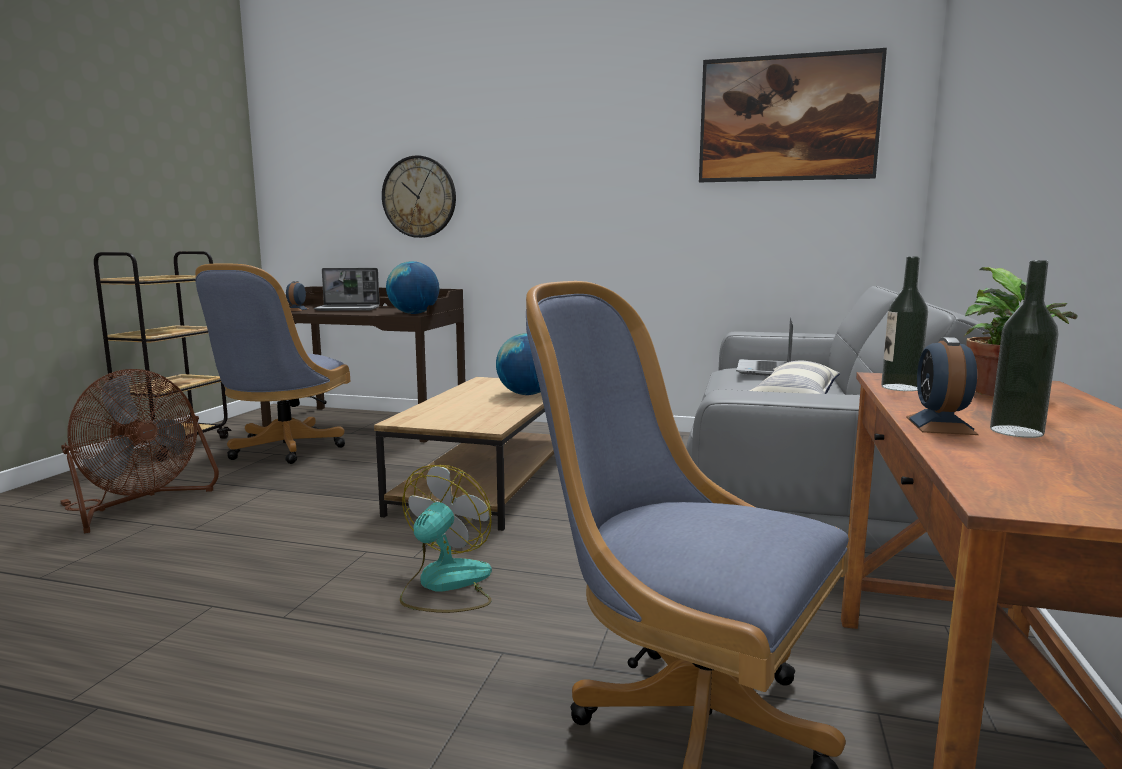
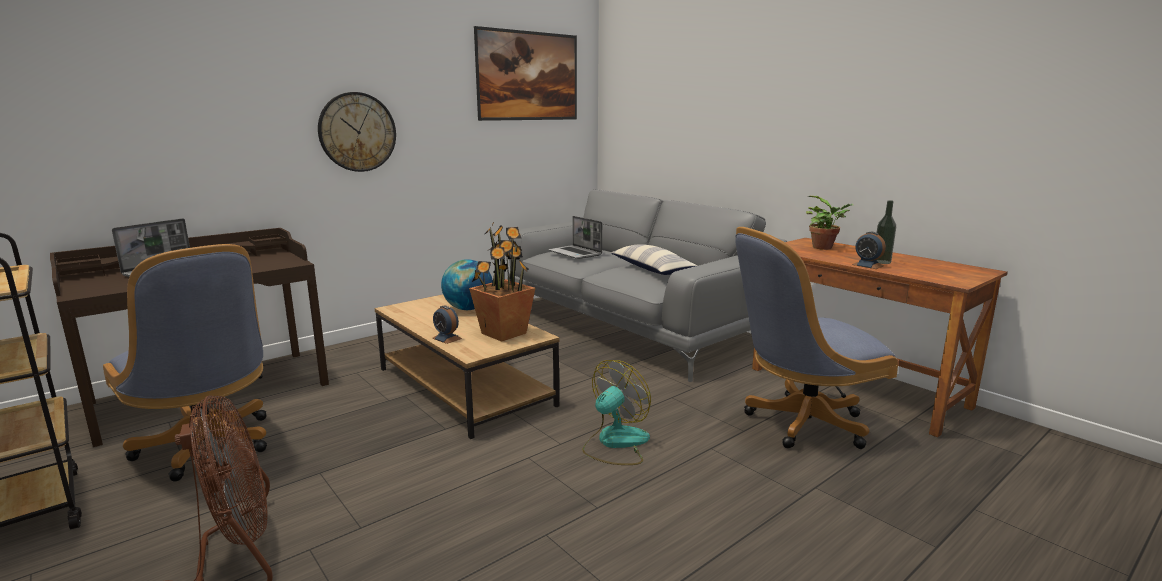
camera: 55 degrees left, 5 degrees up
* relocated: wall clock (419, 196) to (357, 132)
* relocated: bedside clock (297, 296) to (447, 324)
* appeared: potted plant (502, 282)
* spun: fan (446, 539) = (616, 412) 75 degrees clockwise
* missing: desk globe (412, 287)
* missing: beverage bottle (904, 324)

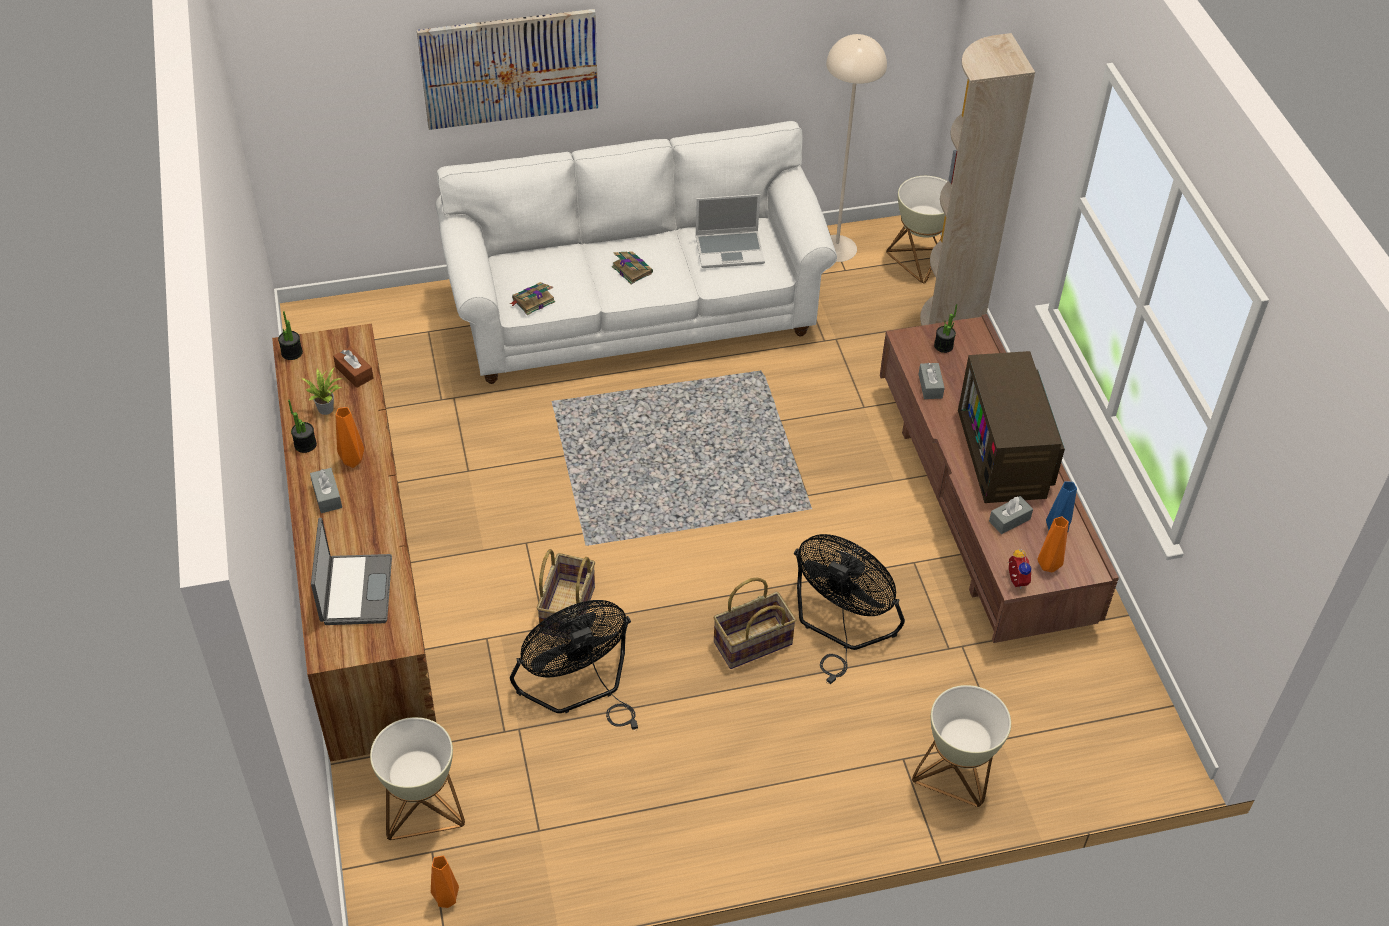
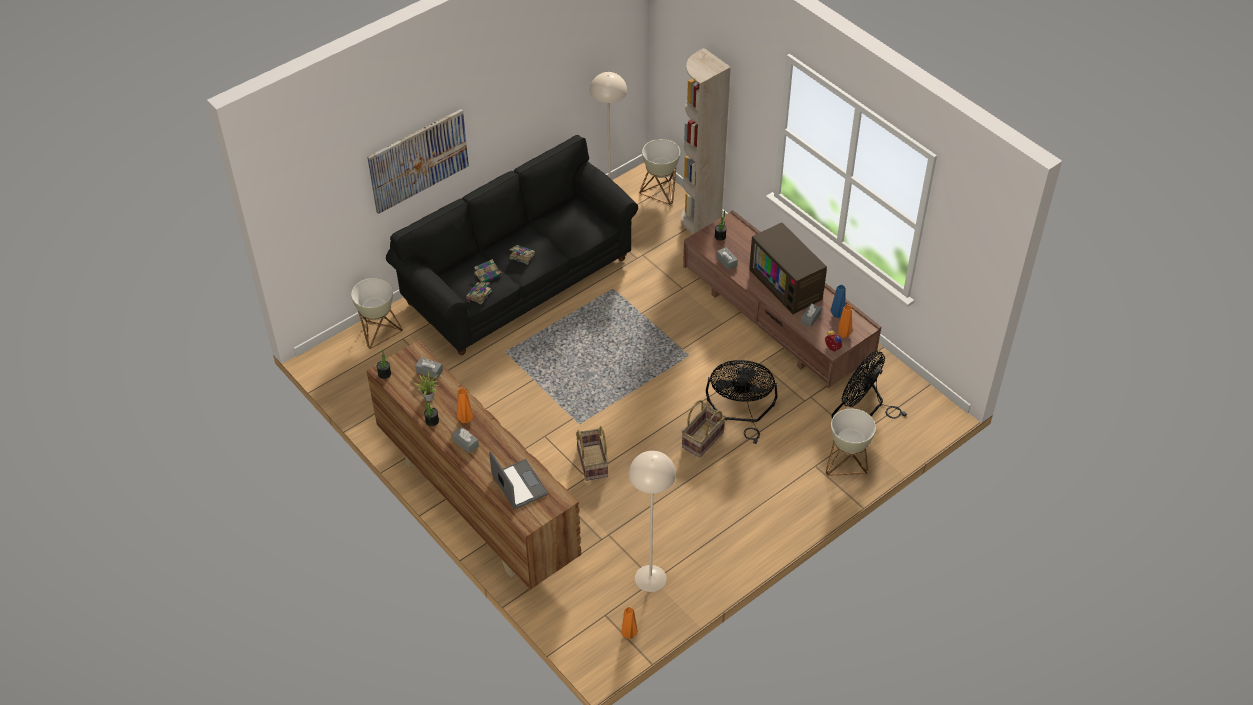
camera: 25 degrees left, 0 degrees up
* relocated: planter (417, 778) to (377, 313)
* colour: couch (white-coloured) (636, 252) to couch (black-coloured) (512, 245)
* colour: tissue holder (brown) (353, 367) to tissue holder (greyish) (429, 368)
* appeared: book (488, 270)
* appeared: floor lamp (beige-coloured) (652, 521)
* relocated: fan (black-coloured) (574, 665) to (869, 385)
* missing: laptop (730, 231)

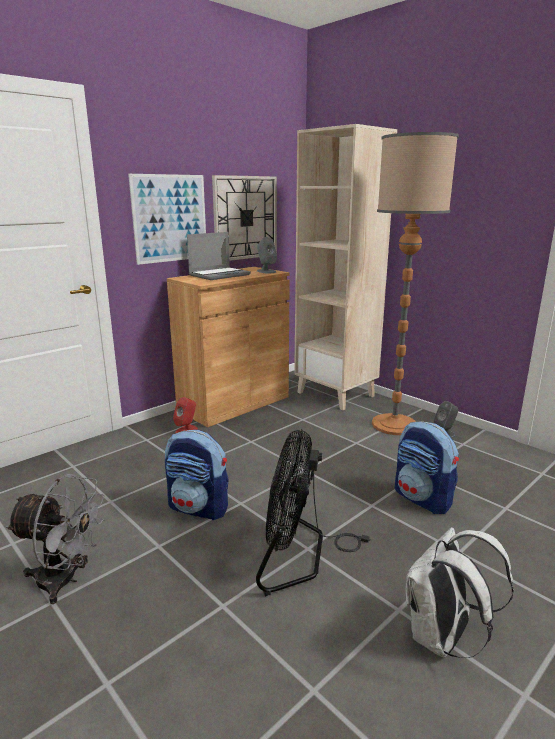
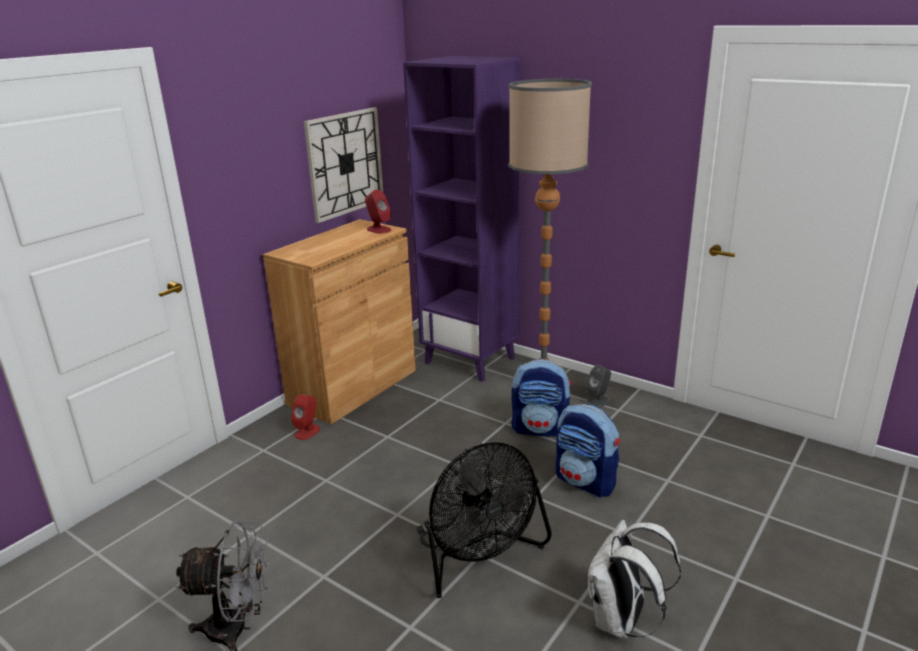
camera: 10 degrees left, 5 degrees up
* colour: loudspeaker (greyish) (267, 255) to loudspeaker (reddish) (378, 212)
* colour: bookshelf (beige-coloured) (345, 267) to bookshelf (purplish) (461, 219)
* spun: fan (black-coloured) (314, 513) = (484, 520) 120 degrees counterclockwise
* relocated: rucksack (197, 475) to (542, 397)
* missing: wall picture (167, 219)
* missing: laptop (219, 256)

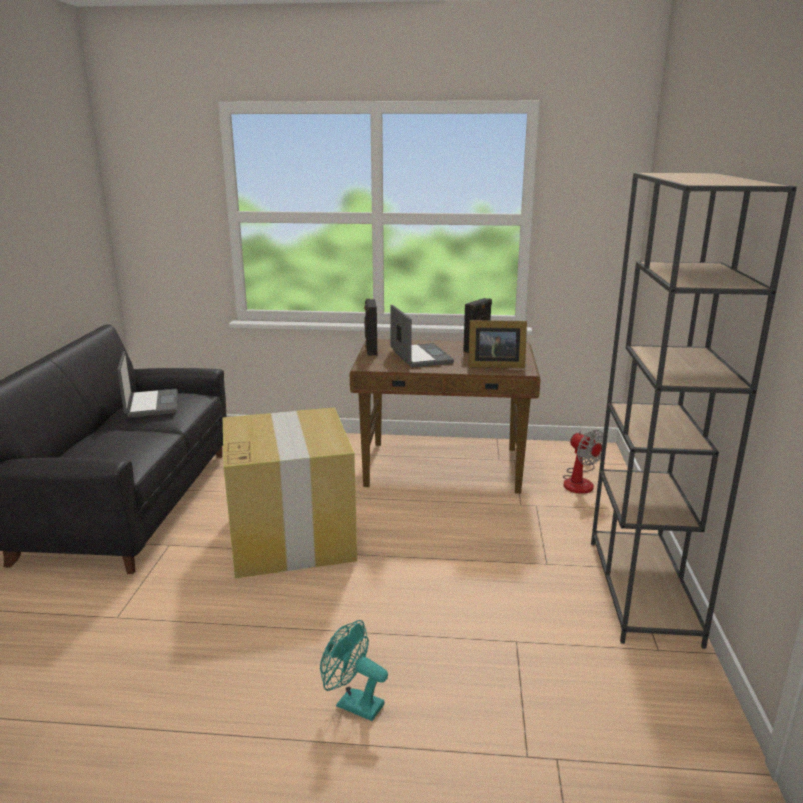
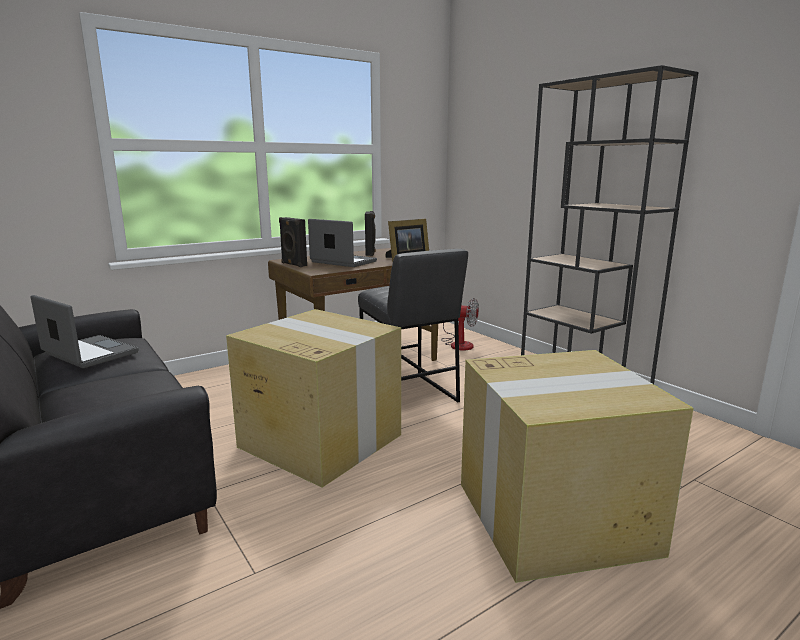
camera: 40 degrees left, 5 degrees down
* appeared: stool (greyish) (413, 326)
* exchanged: fan (turquoise-coloured) (354, 670) to cardboard box (577, 466)

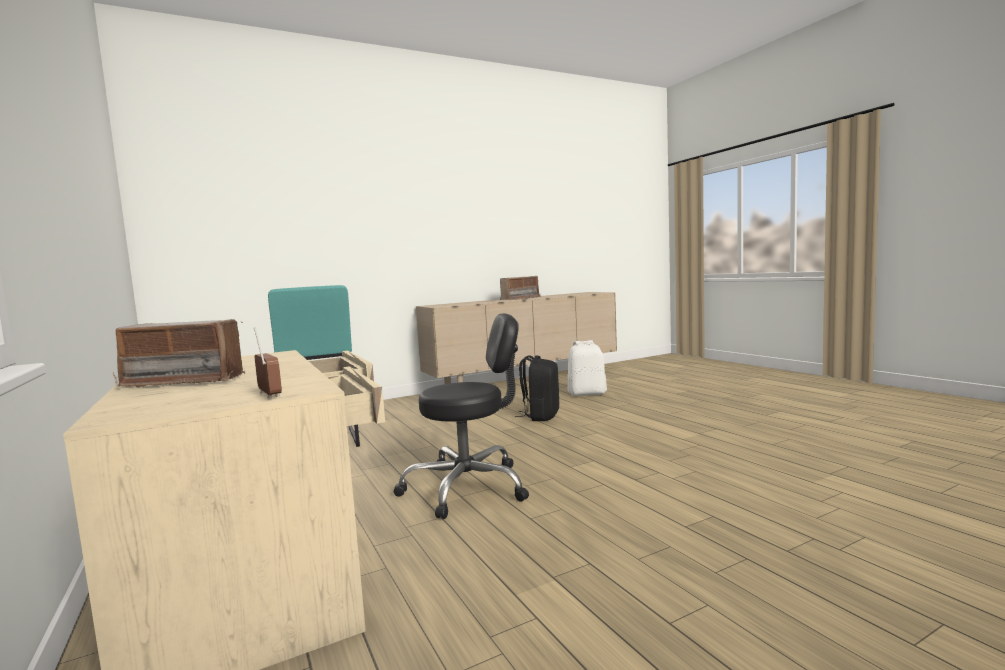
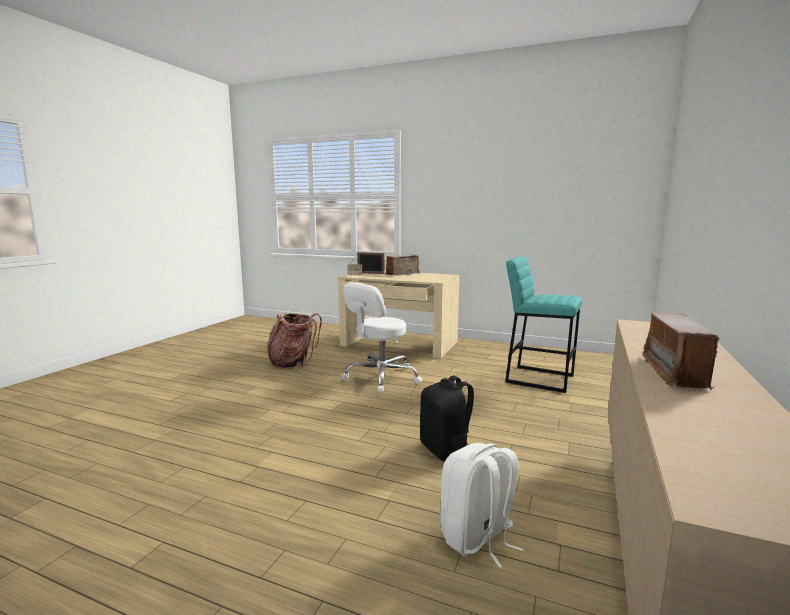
camera: 140 degrees right, 5 degrees up
* appeared: rucksack (294, 341)
* colour: computer chair (black-coloured) (461, 416) to computer chair (white-coloured) (381, 337)
* appeared: photo frame (371, 263)

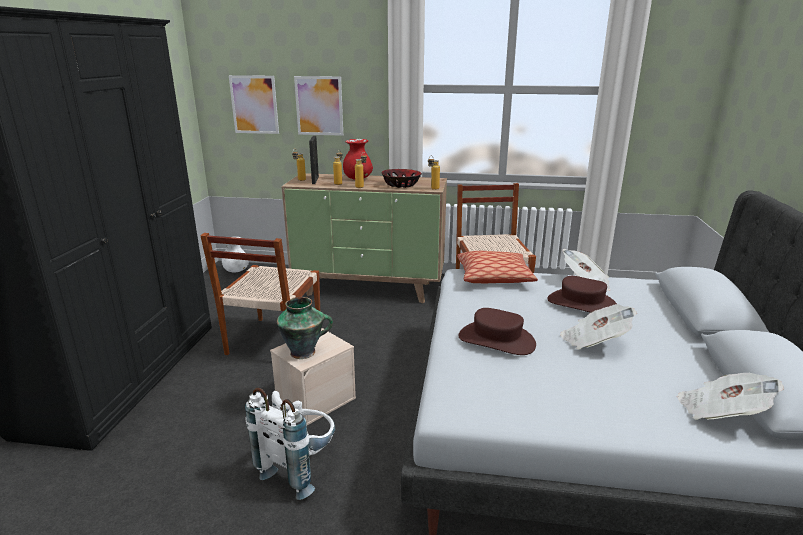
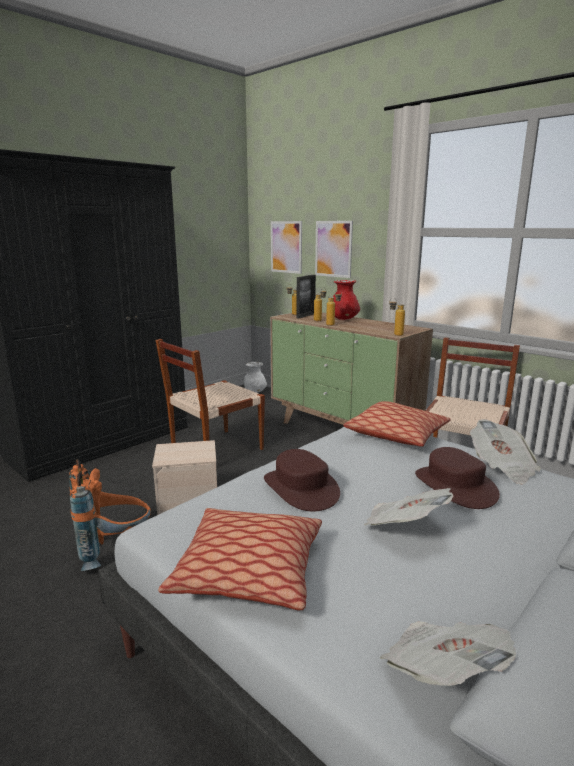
camera: 35 degrees right, 5 degrees down
* colour: rucksack (white-coloured) (290, 443) to rucksack (orangey) (110, 515)
* appeared: pillow (240, 559)
* missing: flower vase (305, 328)
* missing: serving bowl (401, 178)

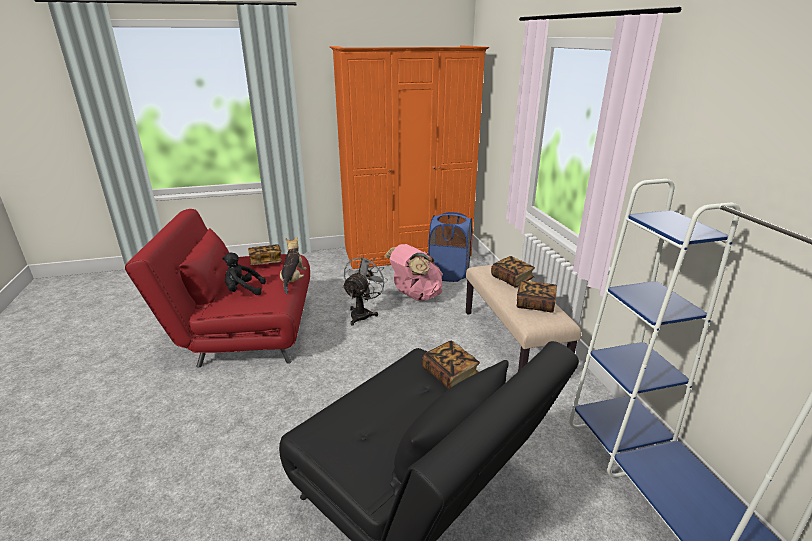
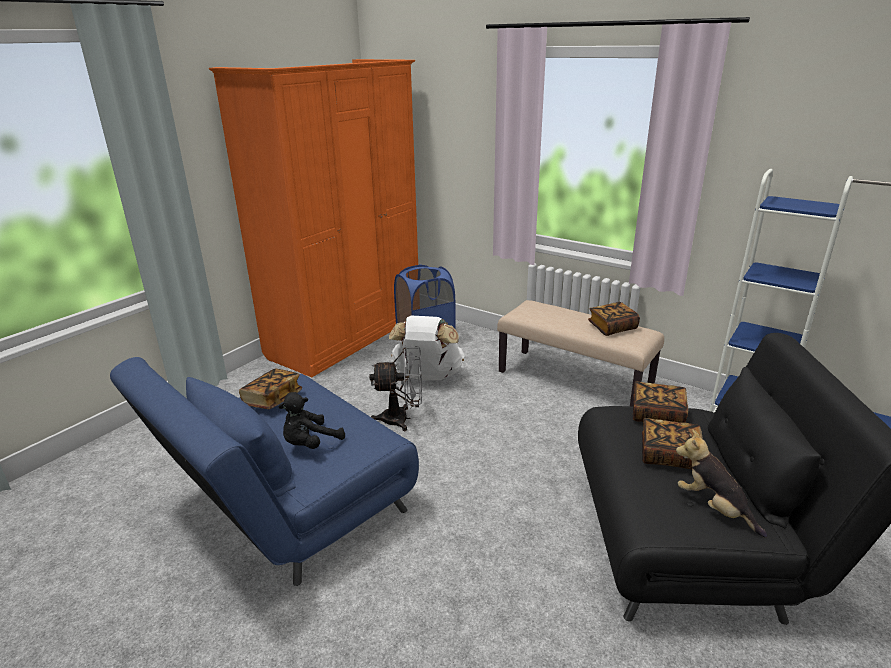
camera: 40 degrees left, 0 degrees up
* colour: lounge chair (reddish) (217, 288) to lounge chair (blue) (264, 471)
* spun: fan (greyish) (365, 290) = (395, 388) 105 degrees clockwise
* colour: rucksack (pink-coloured) (414, 272) to rucksack (white-coloured) (427, 348)
* relocated: book (513, 272) to (672, 444)
* relocated: cuddly toy (293, 265) to (721, 483)

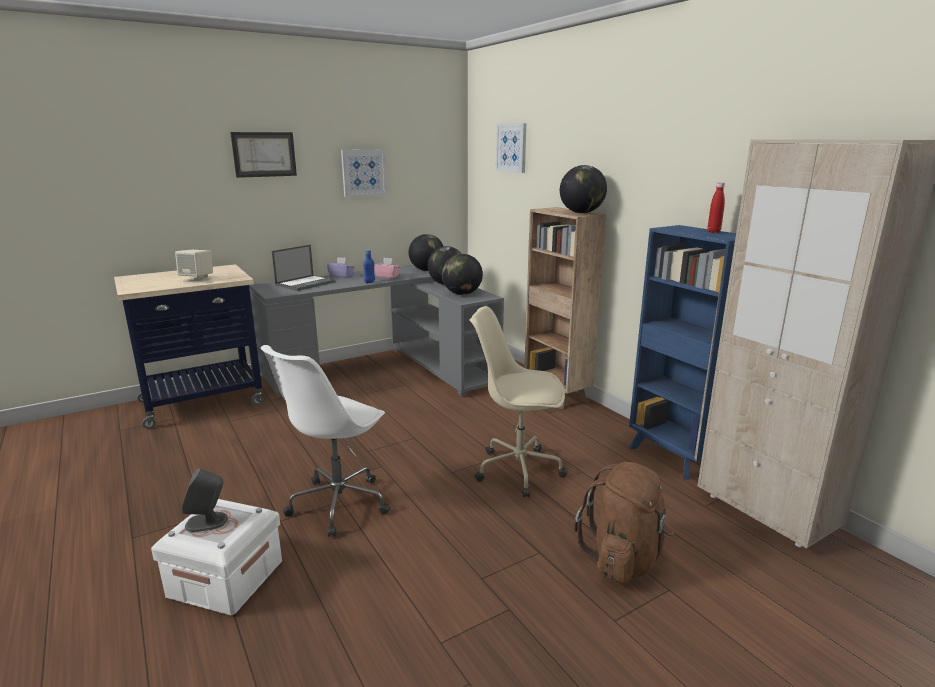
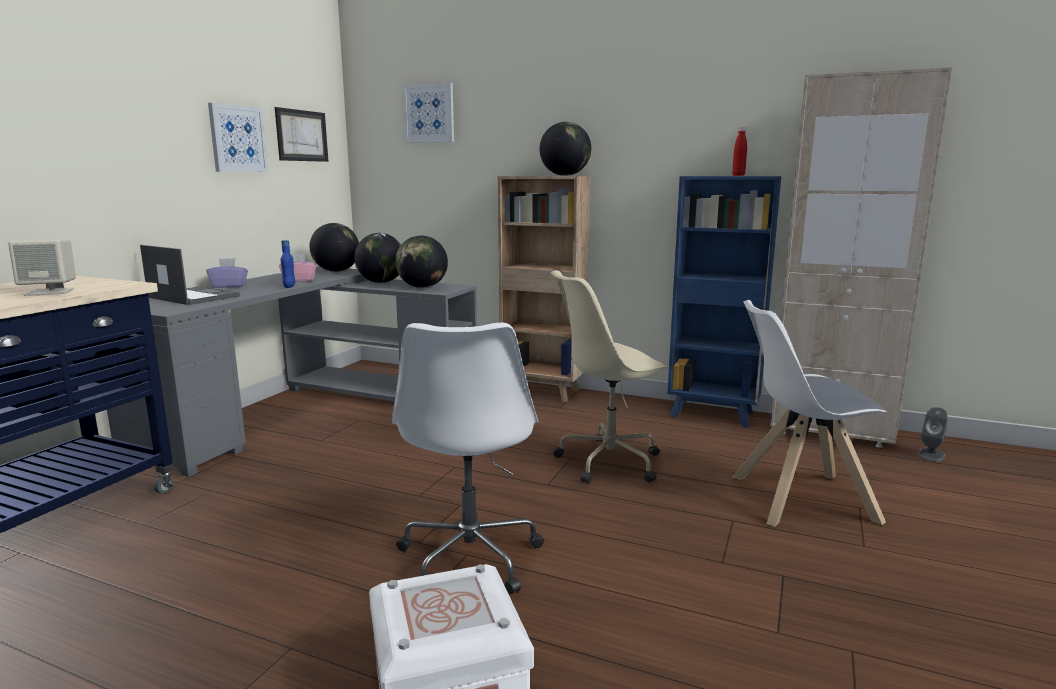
camera: 35 degrees left, 5 degrees down
* spun: laptop (303, 268) = (190, 275) 60 degrees counterclockwise
* relocated: wall picture (263, 155) to (302, 134)
* exchanged: rucksack (brown) (624, 522) to upright chair (809, 413)
* relocated: loudspeaker (greyish) (205, 500) to (932, 434)

